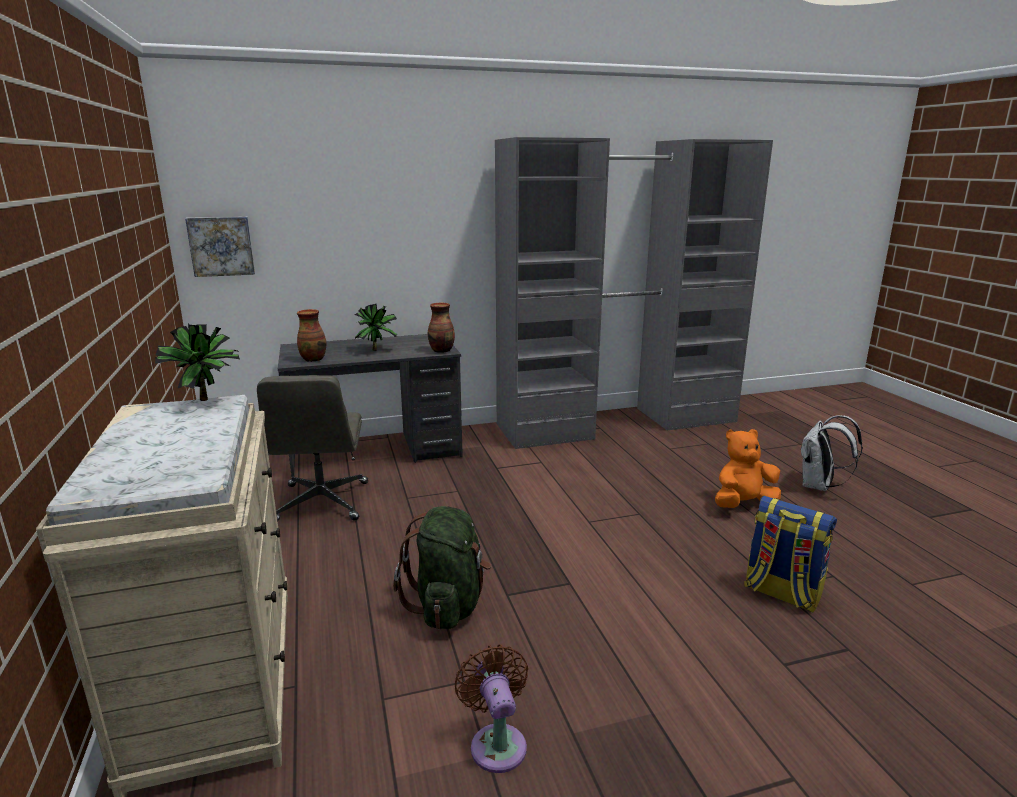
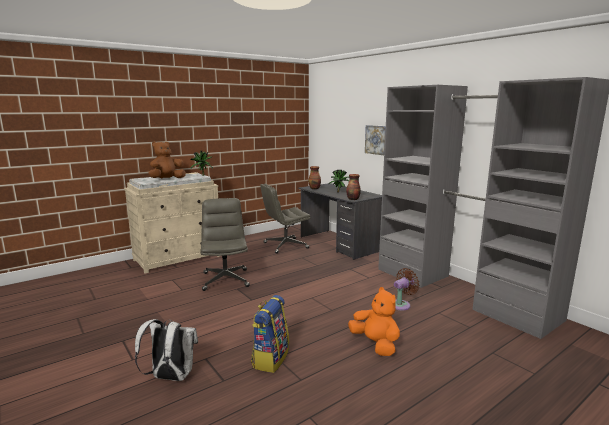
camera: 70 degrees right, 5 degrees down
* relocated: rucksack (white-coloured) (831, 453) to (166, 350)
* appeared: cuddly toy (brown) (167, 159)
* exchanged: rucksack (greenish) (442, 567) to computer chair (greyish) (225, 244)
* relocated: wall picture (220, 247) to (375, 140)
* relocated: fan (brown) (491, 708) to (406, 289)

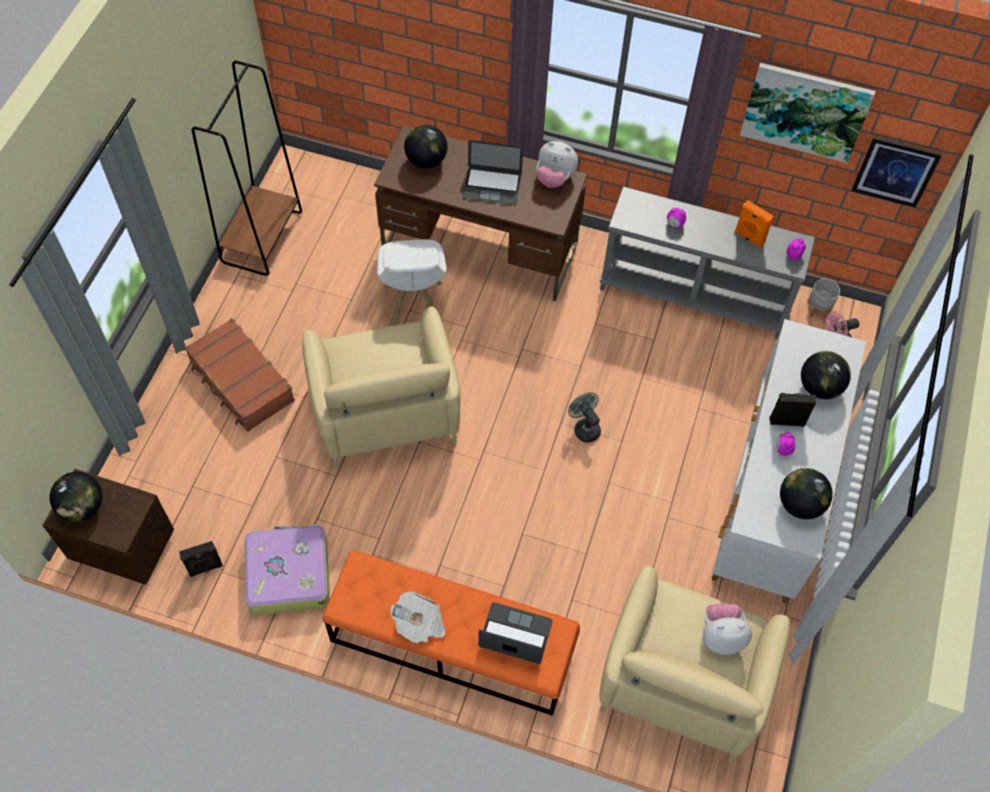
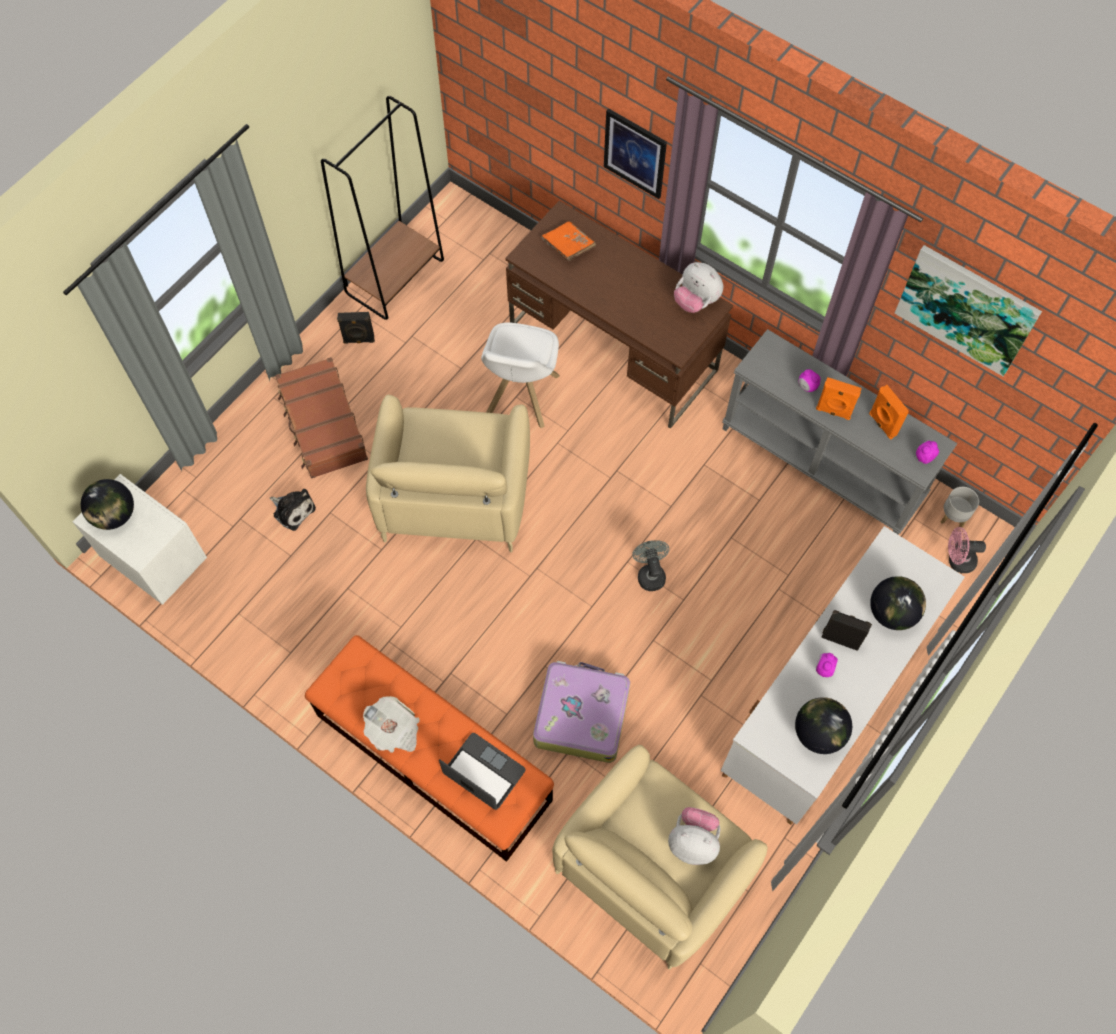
camera: 20 degrees right, 5 degrees up
* colour: night table (brown) (108, 527) to night table (white-coloured) (140, 539)
* appeared: cuddly toy (293, 510)
* relocated: loudspeaker (black-coloured) (201, 559) to (356, 327)
* relocated: suitcase (287, 569) to (581, 712)
* exchanged: desk globe (425, 147) to book (orangey) (568, 241)
* relocated: wall picture (896, 172) to (635, 154)
* appeared: loudspeaker (orangey) (839, 398)
* missing: laptop (492, 172)

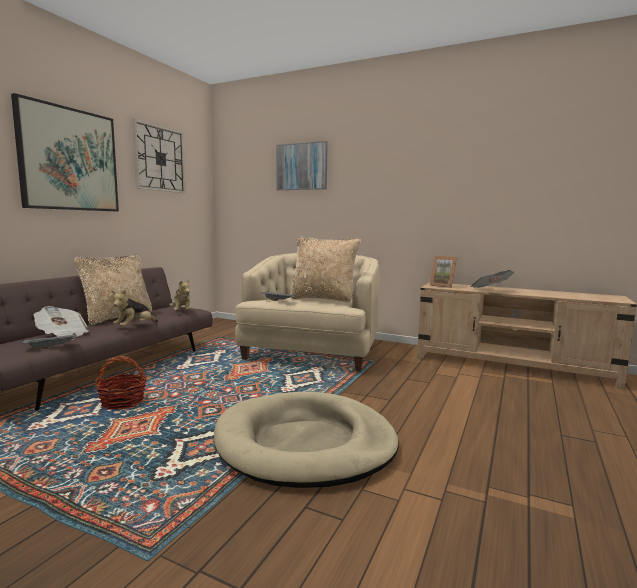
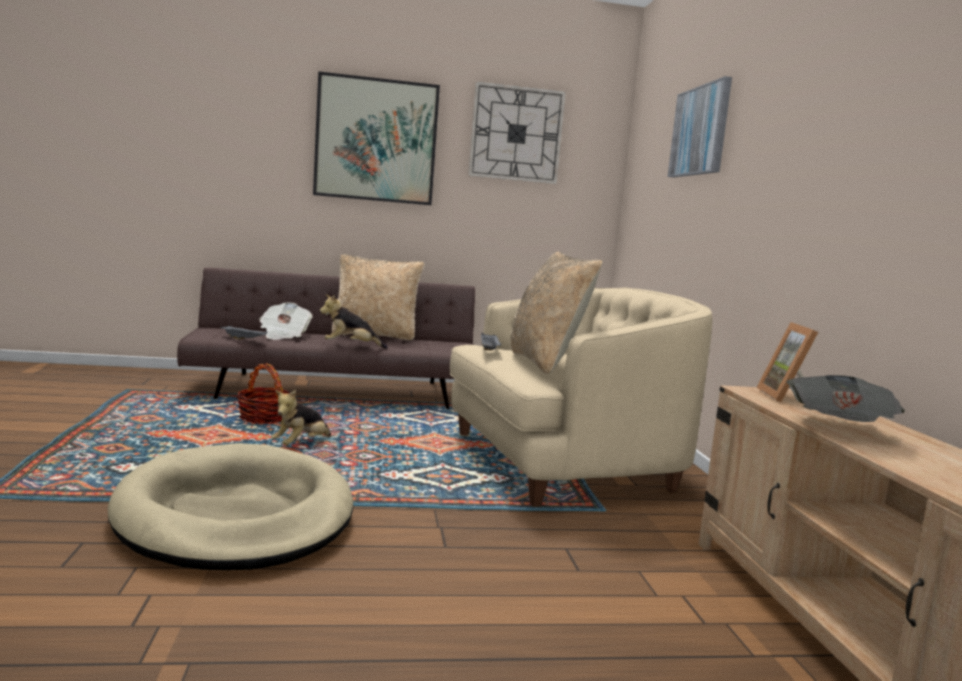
camera: 55 degrees right, 0 degrees up
* relocated: cuddly toy (179, 294) to (301, 417)

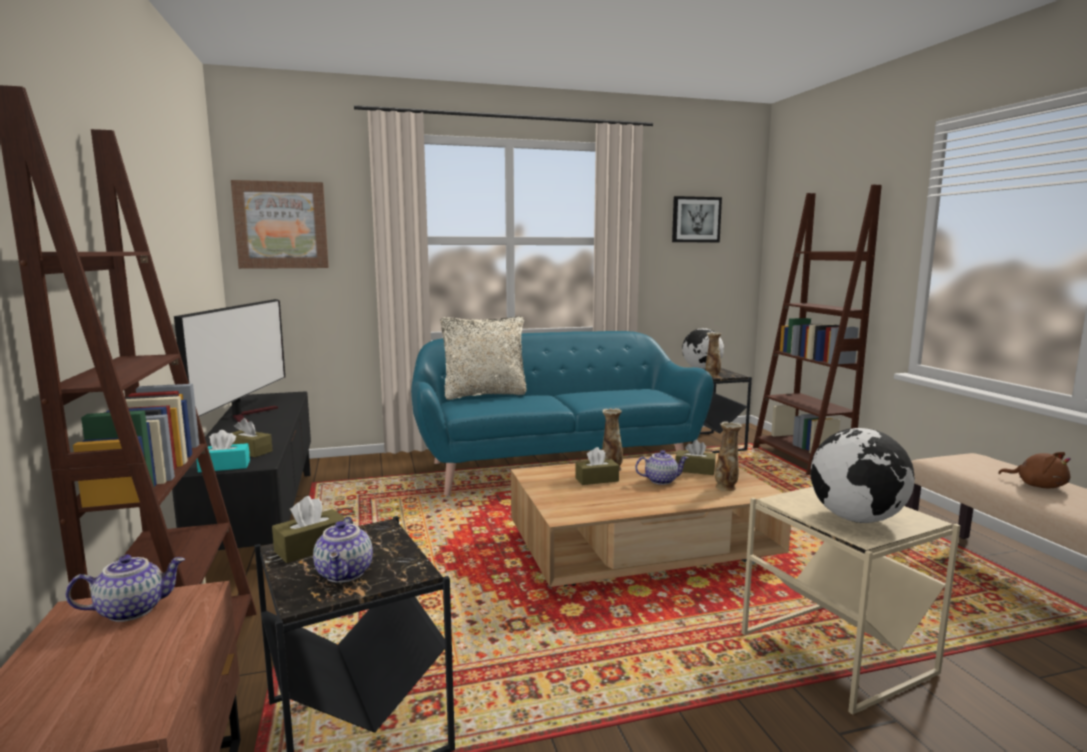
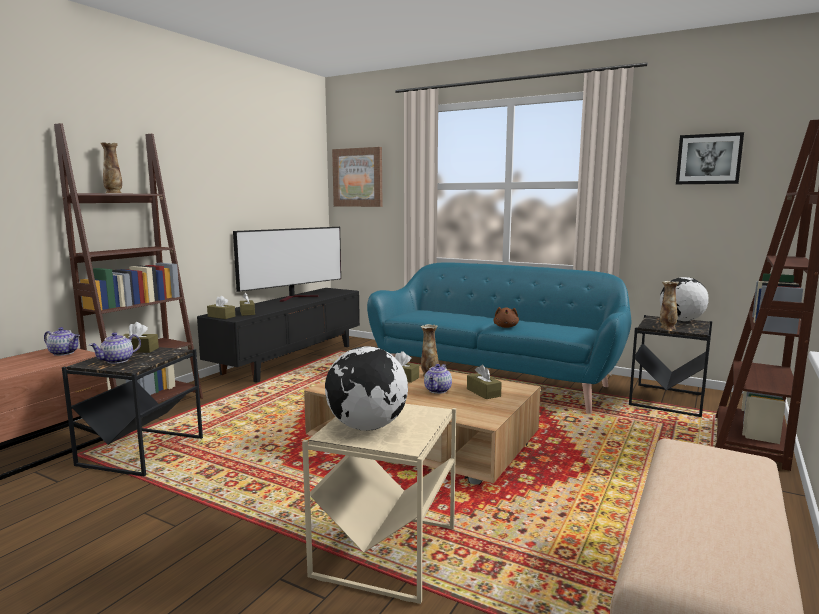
camera: 45 degrees right, 0 degrees up
* relocated: flower vase (728, 456) to (111, 167)
* colour: tissue holder (turquoise-coloured) (223, 451) to tissue holder (brown) (221, 307)
* spun: tea pot (661, 467) = (438, 379) 75 degrees clockwise
* relocated: cuddly toy (brown) (1034, 470) to (506, 317)
* missing: pillow (beige-coloured) (483, 358)

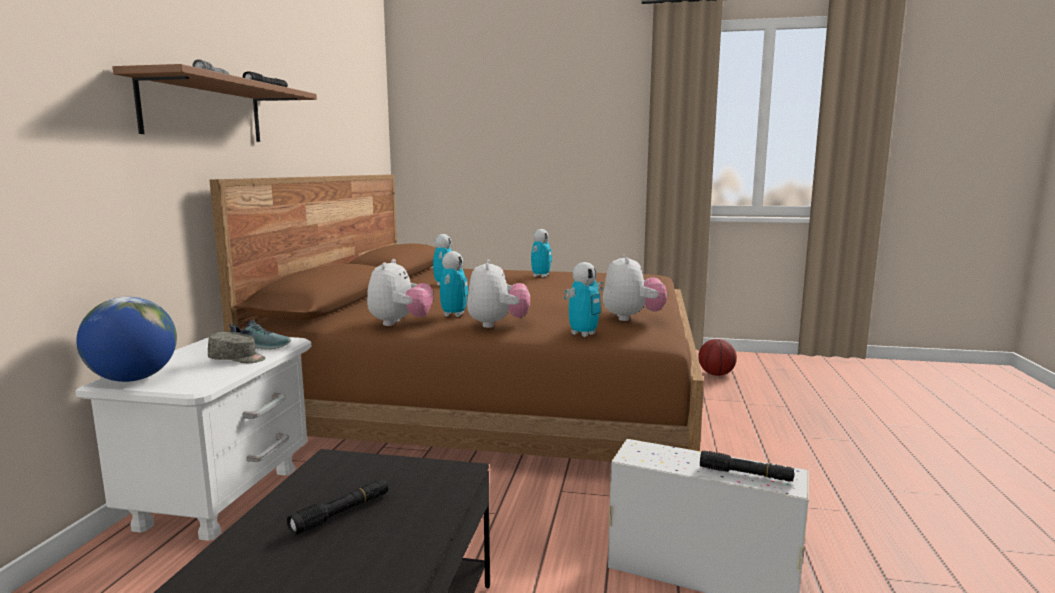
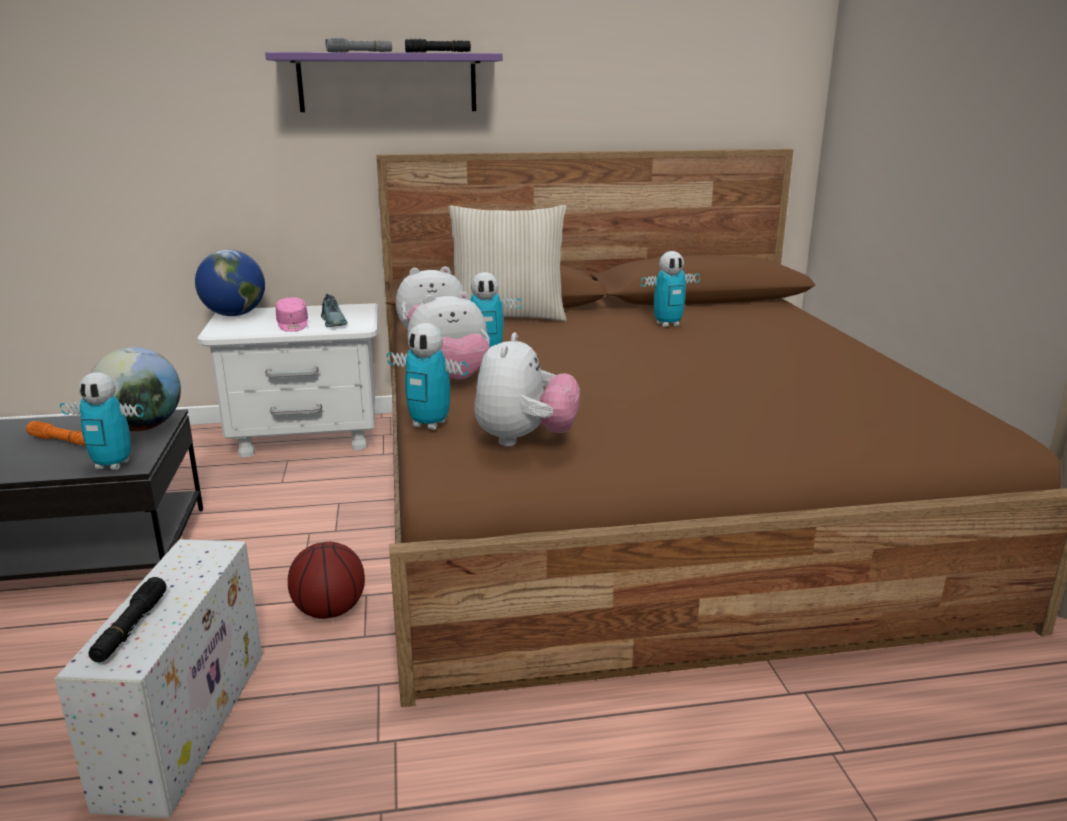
camera: 70 degrees right, 10 degrees up
* colour: torch (black-coloured) (337, 507) to torch (orangey) (56, 433)
* relocated: toy robot (541, 253) to (102, 421)
* appeared: desk globe (136, 389)
* colour: wall shelf (brown) (215, 103) to wall shelf (purplish) (384, 82)
* colour: cap (greyish) (237, 347) to cap (pink-coloured) (292, 314)
* relocated: basketball ball (717, 357) to (326, 580)
* appeared: pillow (beige-coloured) (507, 263)
* spun: cuddly toy (635, 287) = (527, 389) 60 degrees counterclockwise

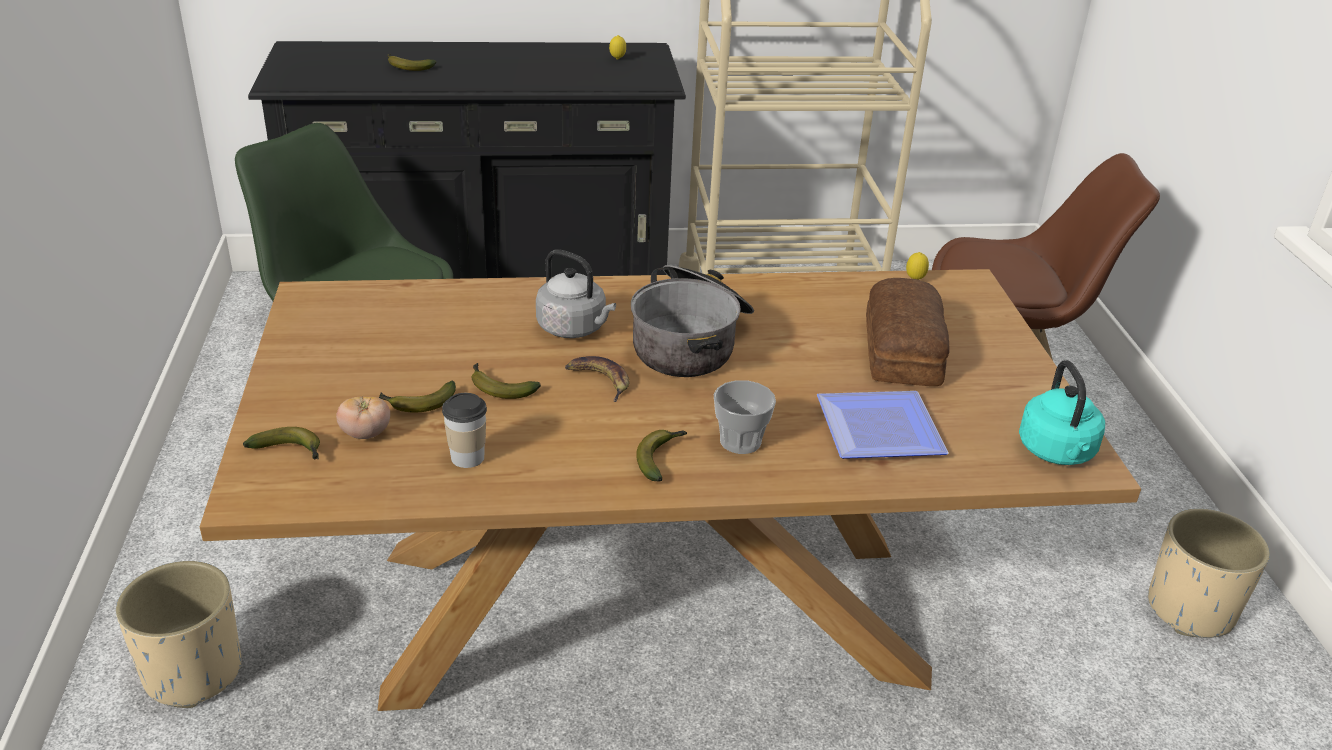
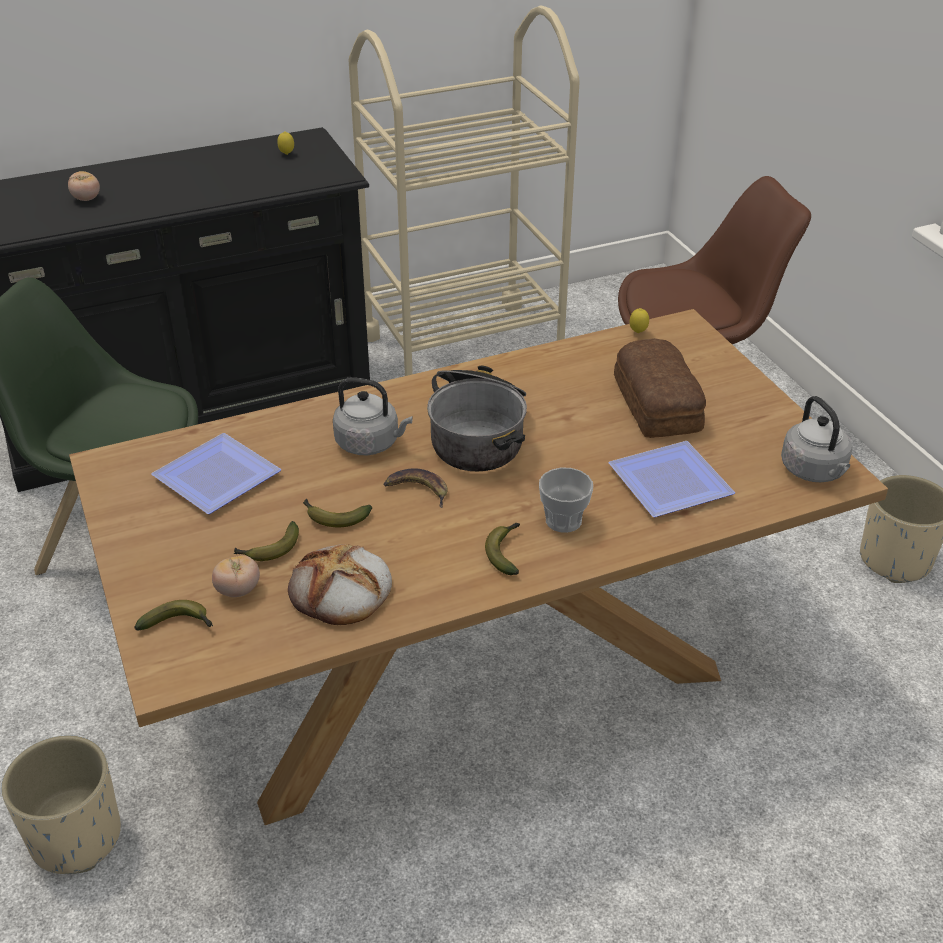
camera: 15 degrees left, 5 degrees up
* exchanged: whole banana (411, 62) to whole tomato (84, 186)
* appeared: flat dish (216, 473)
* exchanged: cup (464, 430) to bread (340, 584)
* colour: kettle (turquoise-coloured) (1062, 412) to kettle (greyish) (817, 439)

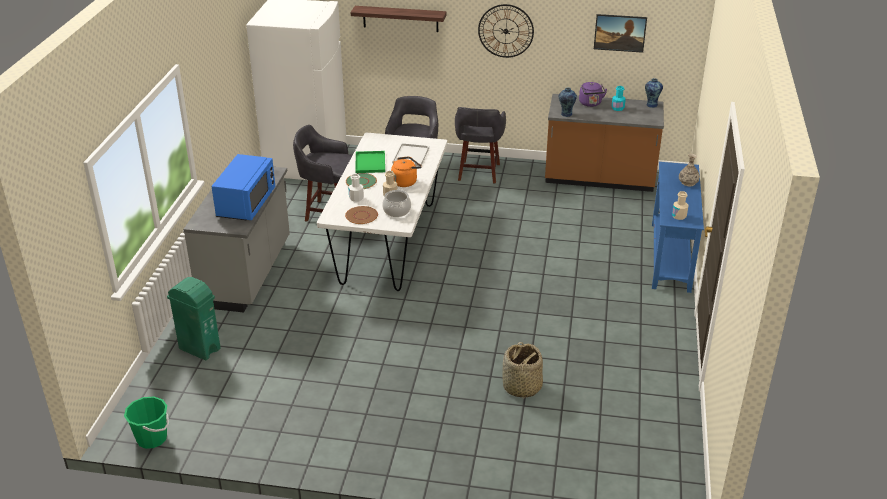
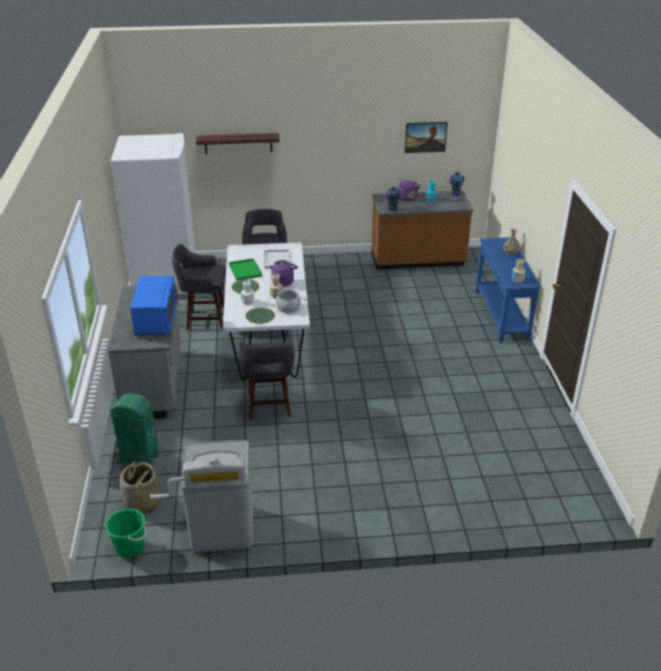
camera: 15 degrees left, 0 degrees up
* relocated: basket (522, 370) to (140, 488)
* appeared: laundry appliance (greyish) (202, 496)
* relocated: stool (greyish) (480, 145) to (266, 379)
* colour: flat dish (brown) (361, 215) to flat dish (greenish) (260, 315)
* colour: kettle (orangey) (406, 172) to kettle (purplish) (284, 273)
* missing: wall clock (506, 31)

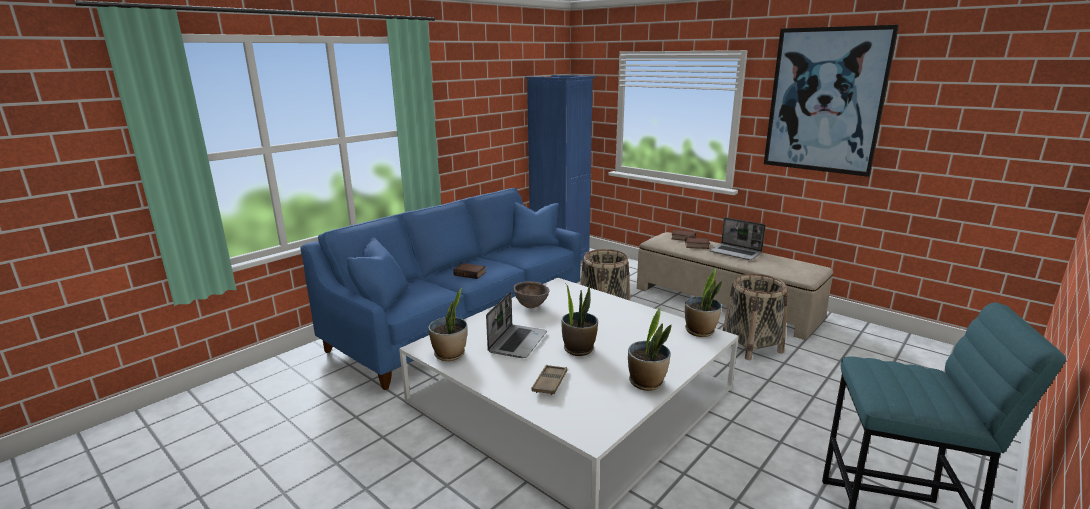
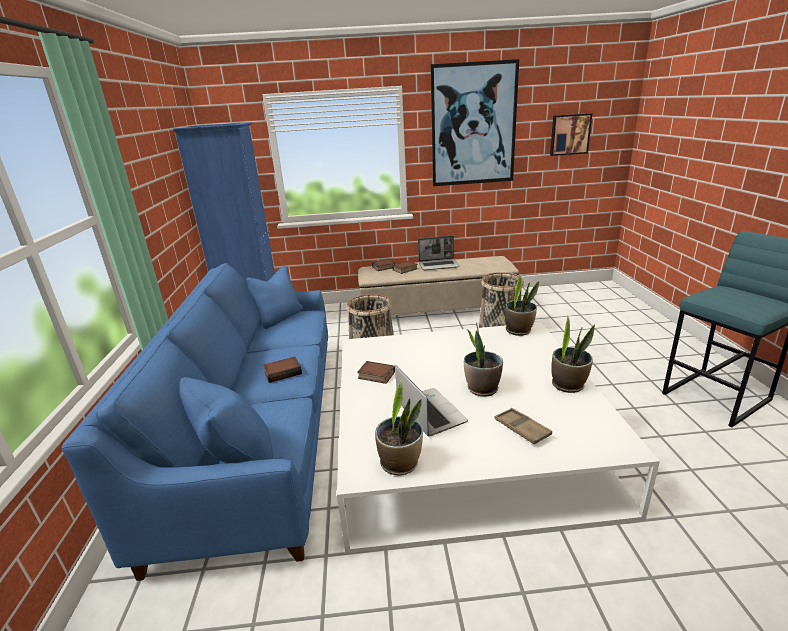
camera: 45 degrees left, 5 degrees up
* exchanged: serving bowl (brown) (531, 295) to book (376, 372)
* appeared: wall picture (571, 134)

